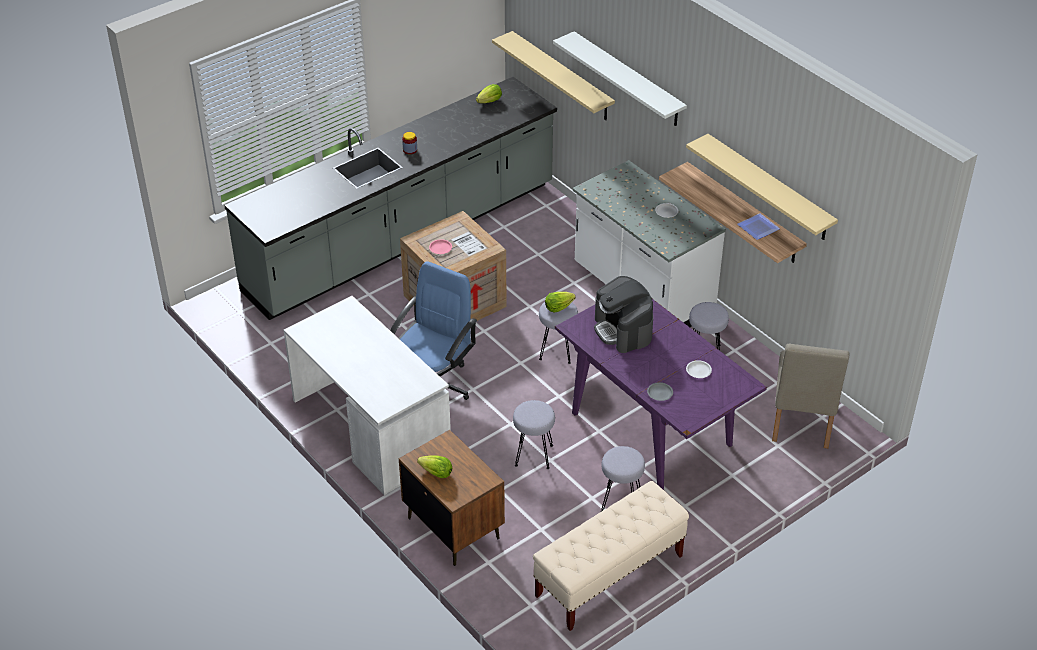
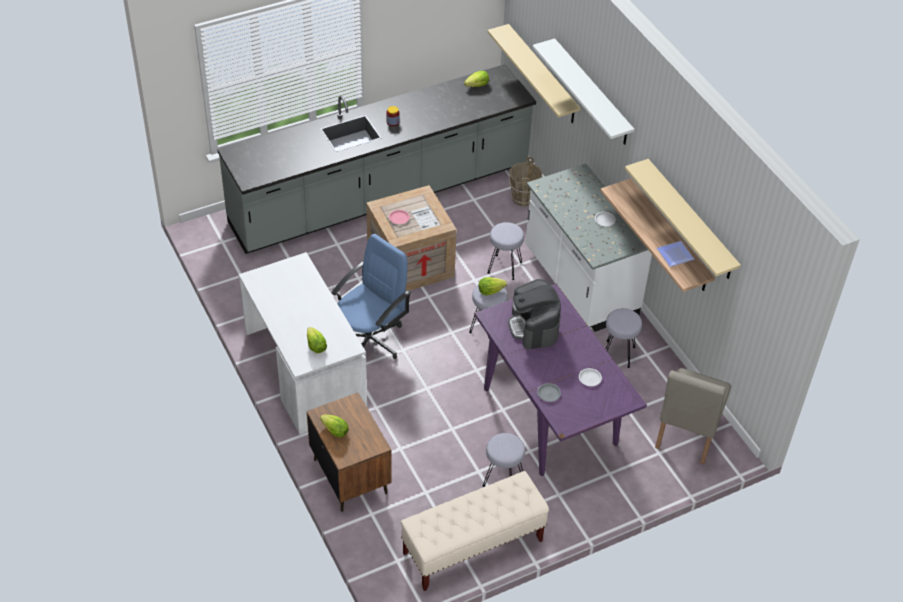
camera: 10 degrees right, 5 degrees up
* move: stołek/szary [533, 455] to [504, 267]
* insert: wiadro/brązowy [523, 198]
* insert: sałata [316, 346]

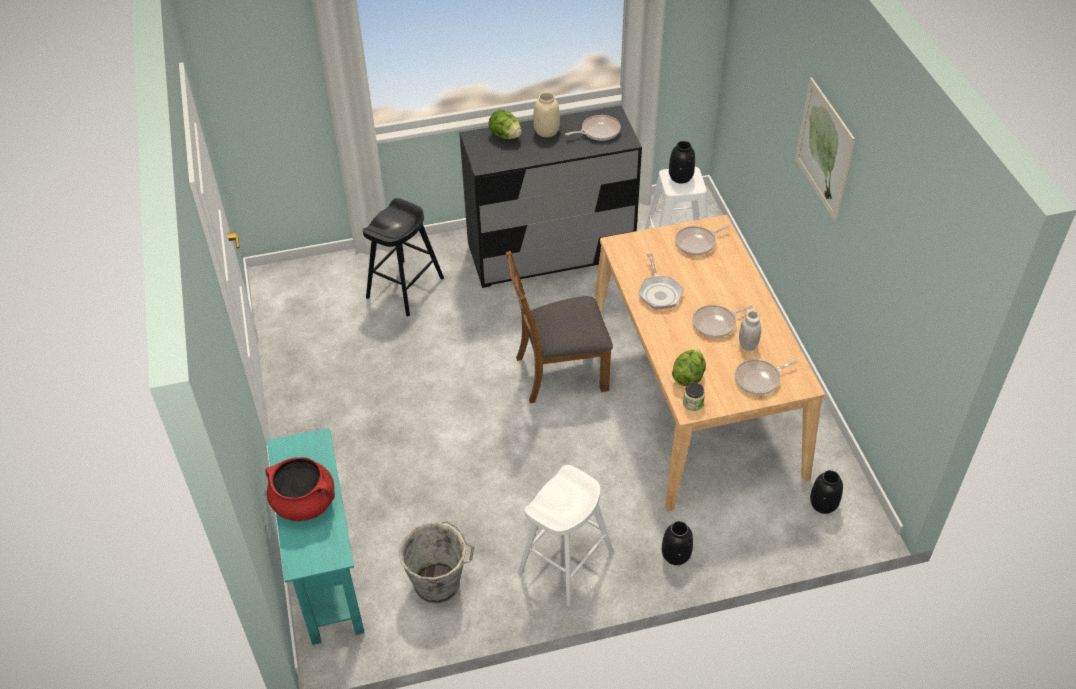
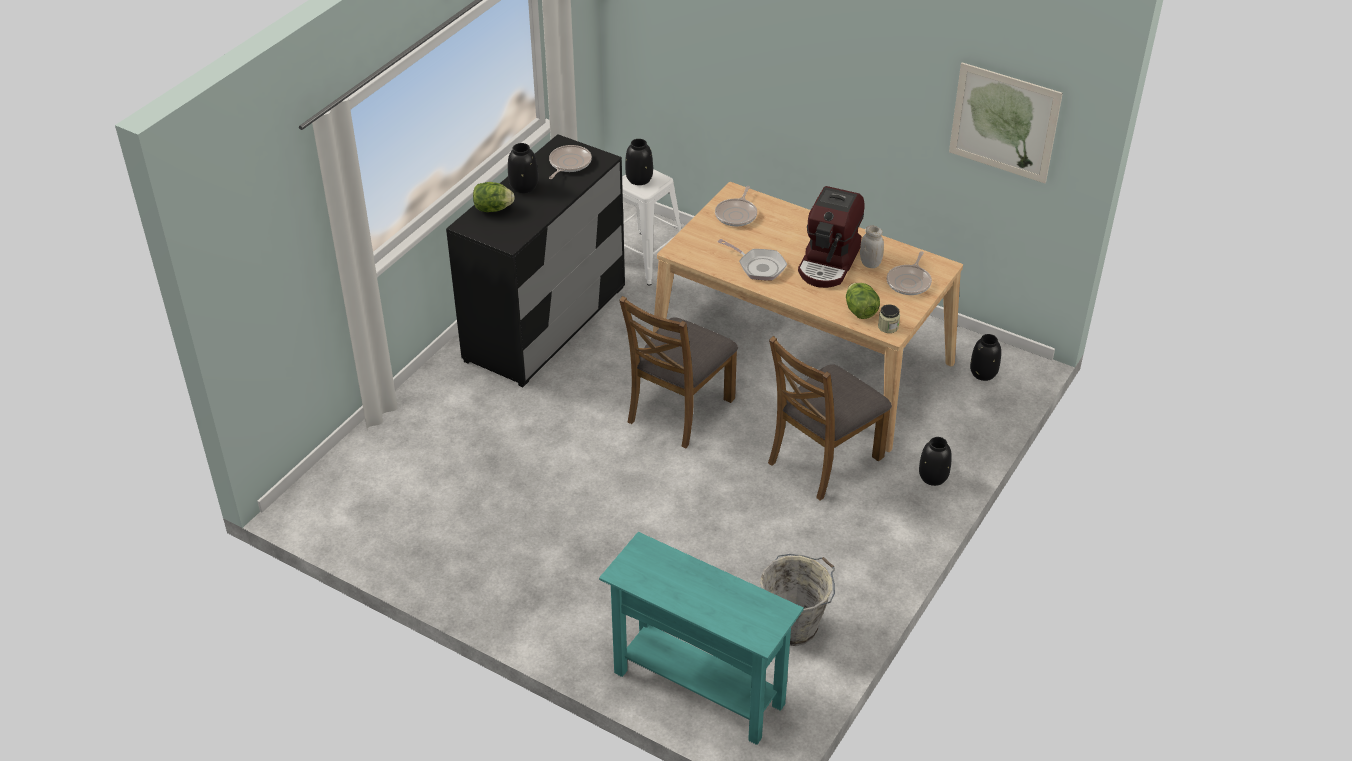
camera: 45 degrees left, 5 degrees down
* move: obraz [824, 149] to [1004, 122]
* recolor: wazon/beżowy [546, 131] to wazon/czarny [523, 186]
* delete: stołek/czarny [405, 287]
* replace: patelnia [716, 324] to ekspres do kawy [829, 263]
* delete: garnek/czerwony [305, 503]
* delete: stołek/biały [566, 562]
* insert: krzesło/brązowy [823, 459]

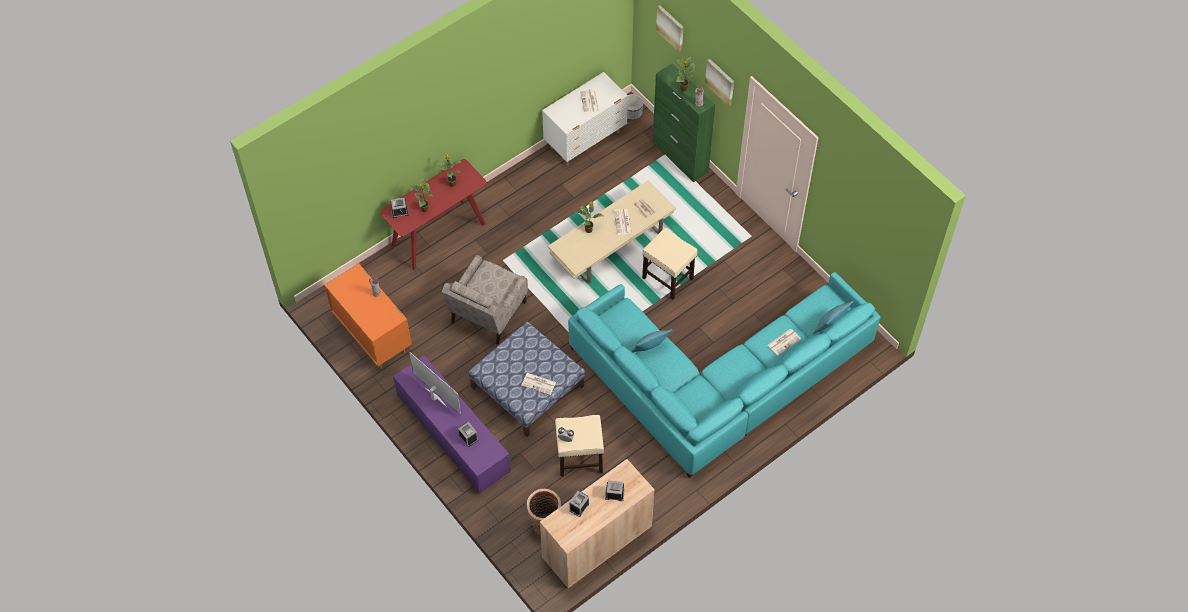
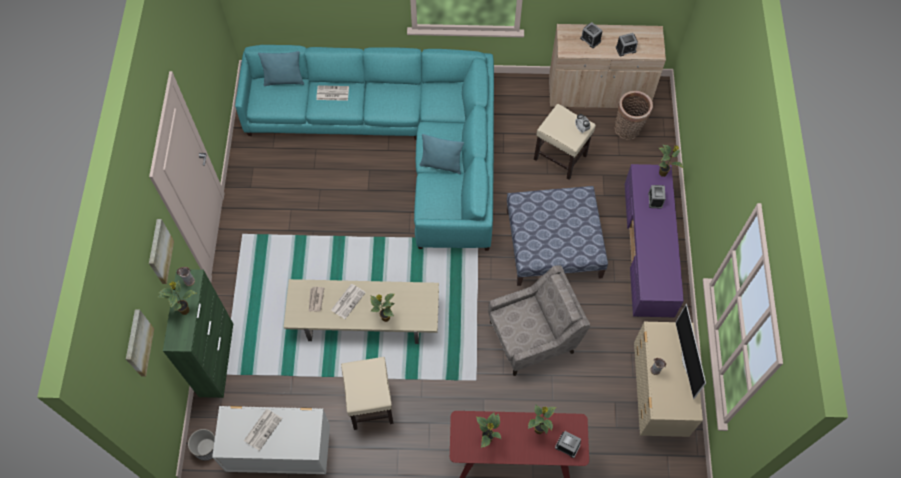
camera: 140 degrees left, 5 degrees up
* move: stołek/beżowy [668, 278] to [370, 403]
* recolor: komoda/pomarańczowy [372, 335] to komoda/beżowy [656, 395]
* move: telewizor [435, 398] to [686, 362]
* delete: gazeta [539, 384]
* insert: roślina doniczkowa [663, 173]

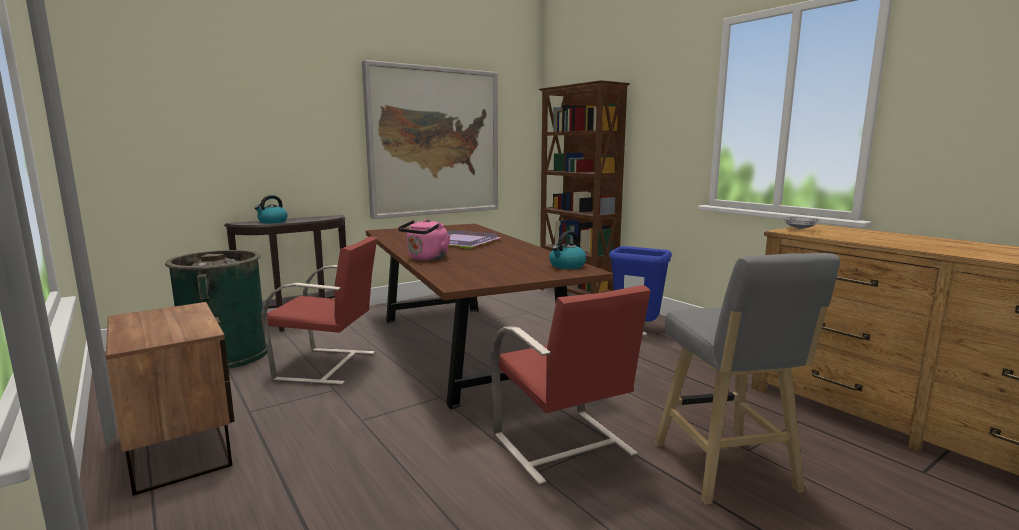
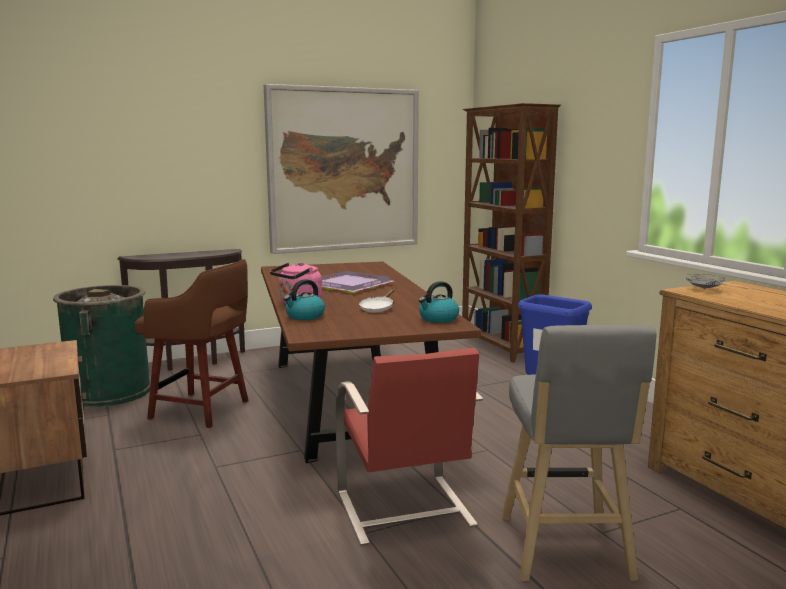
camera: 10 degrees right, 0 degrees up
* move: czajnik [272, 222] to [304, 316]
* replace: krzesło/czerwony [328, 366] to stołek/brązowy [203, 410]
* insert: patelnia/biały [378, 308]

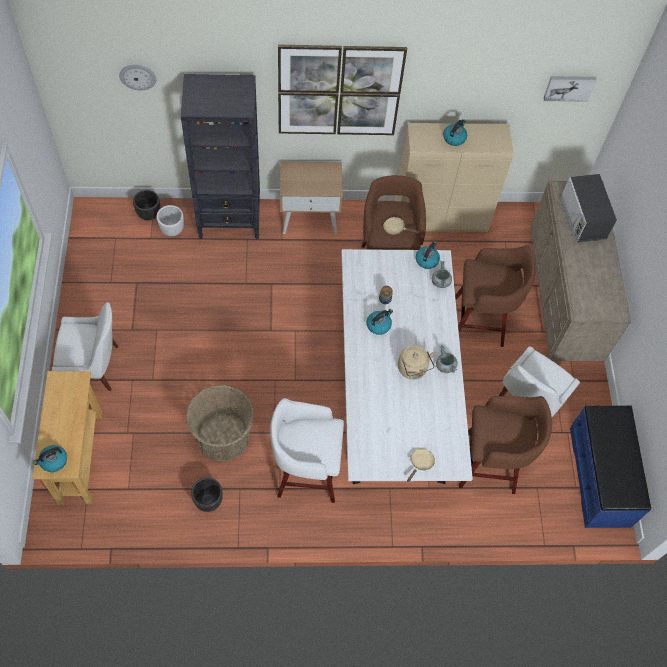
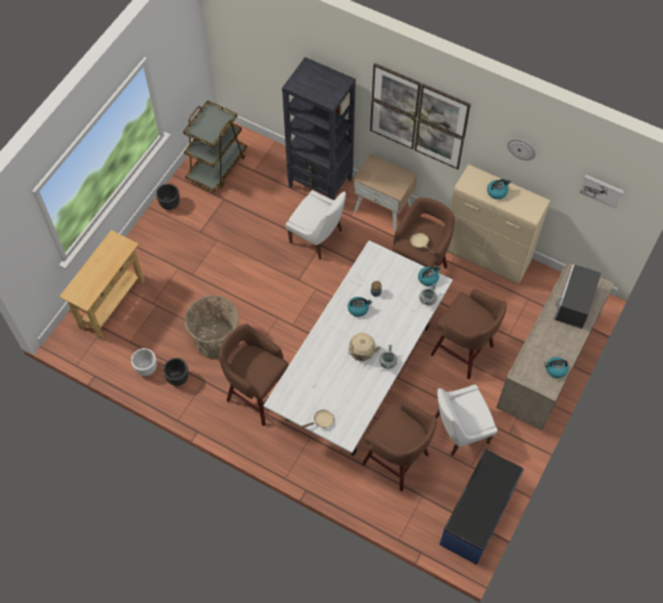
camera: 35 degrees right, 0 degrees up
* move: zegar ścienny [138, 76] to [521, 148]
* move: donica/czarny [148, 214] to [170, 204]
* move: donica/biały [172, 230] to [146, 368]
* move: krzesło/biały [94, 367] to [318, 237]
* recolor: stołek/biały [305, 472] to stołek/brązowy [257, 394]
* move: czajnik [53, 461] to [555, 369]
* insert: wózek/brązowy [217, 167]

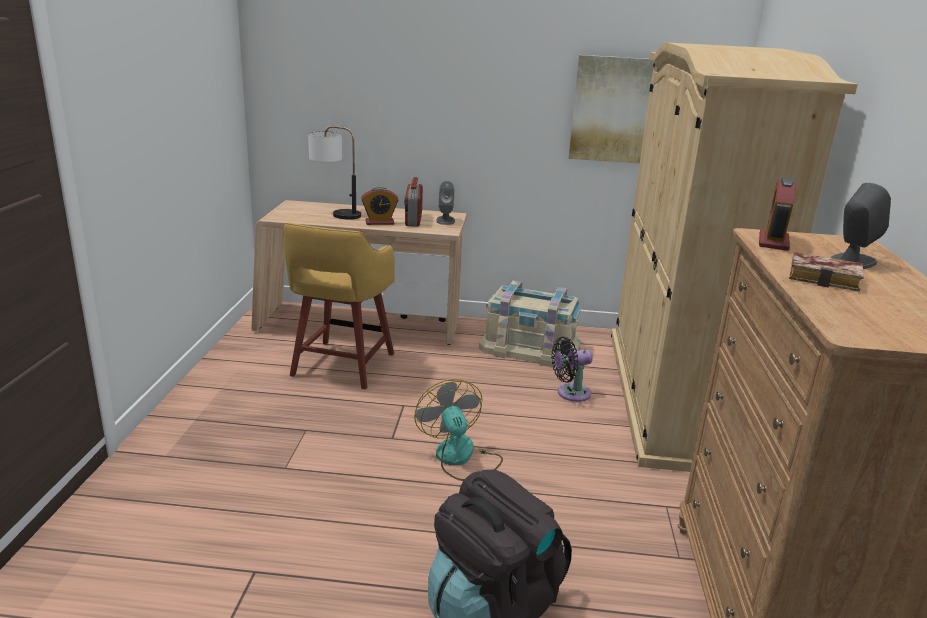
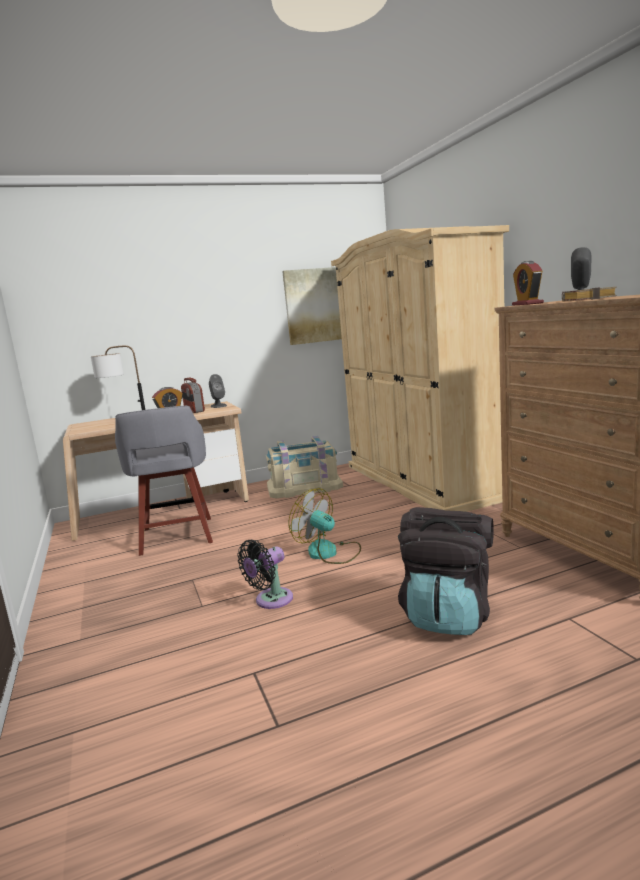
camera: 25 degrees left, 10 degrees down
* recolor: stołek/żółty [341, 366] to stołek/szary [176, 537]
* move: wentylator/czarny [570, 393] to [270, 600]

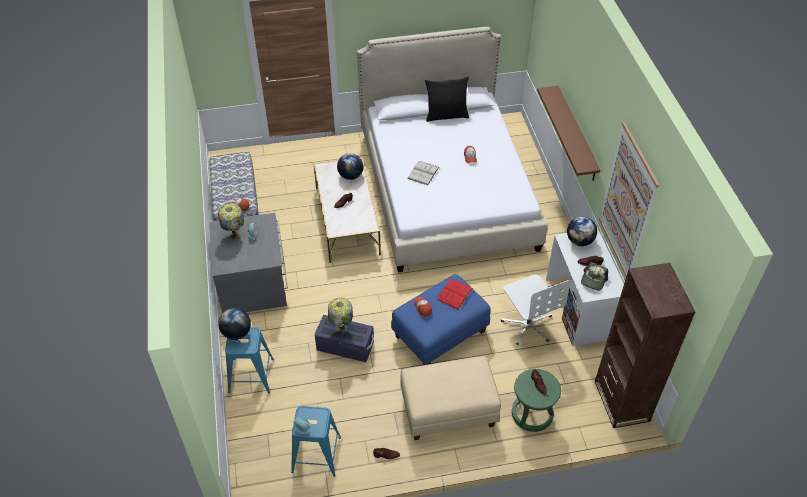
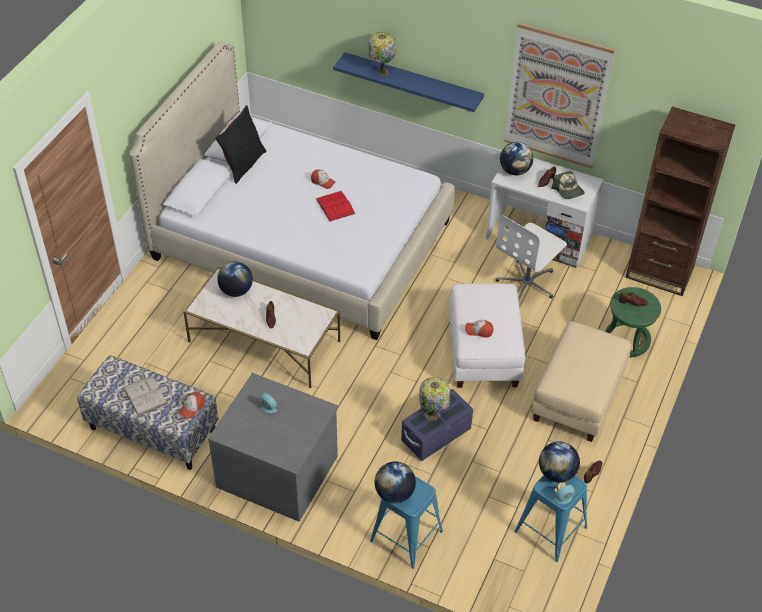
camera: 55 degrees left, 0 degrees up
* recolor: półka/brązowy [576, 134] to półka/niebieski [413, 82]
* move: książka/biały [423, 173] to [145, 395]
* move: lampa stołowa [235, 235] to [381, 71]
* recolor: pufa/niebieski [440, 334] to pufa/biały [484, 352]
* rotate: krzesło biurowe/biały [528, 325] = [527, 283] 120 degrees clockwise
* move: książka/czerwony [454, 294] to [335, 206]
* insert: globus [557, 473]

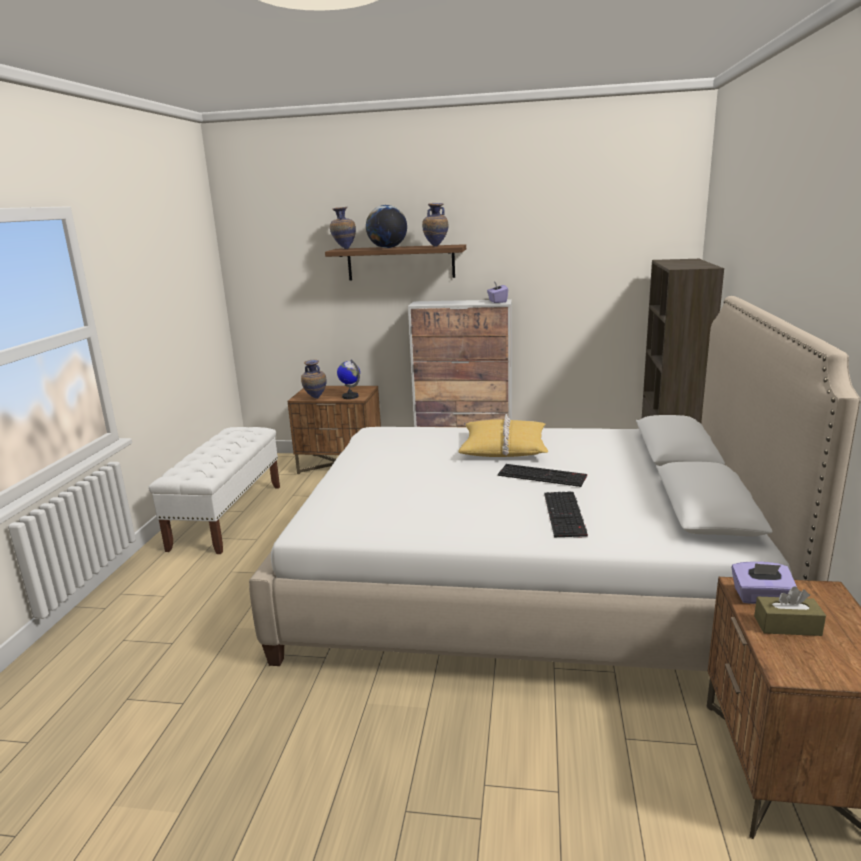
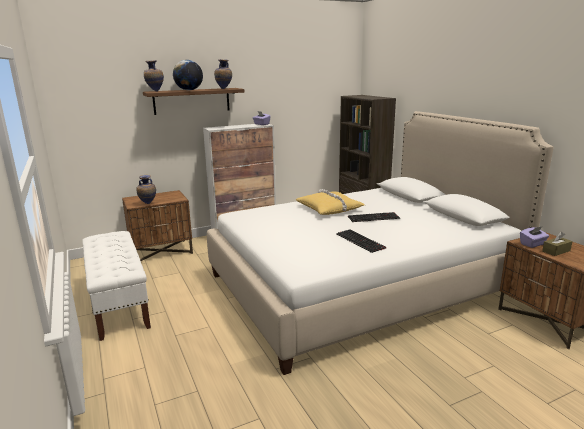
camera: 35 degrees left, 0 degrees up
* delete: globus [350, 396]
* move: klawiatura [566, 515] to [361, 241]

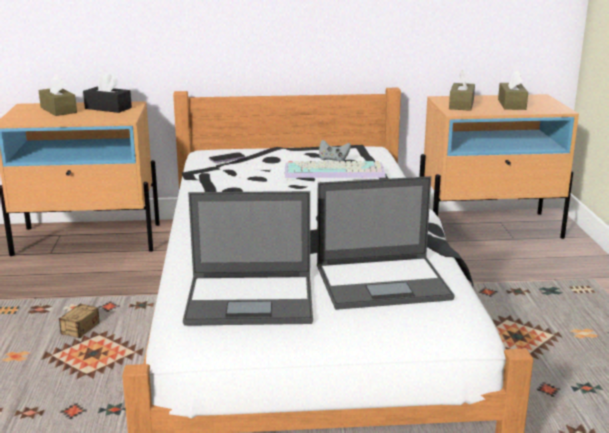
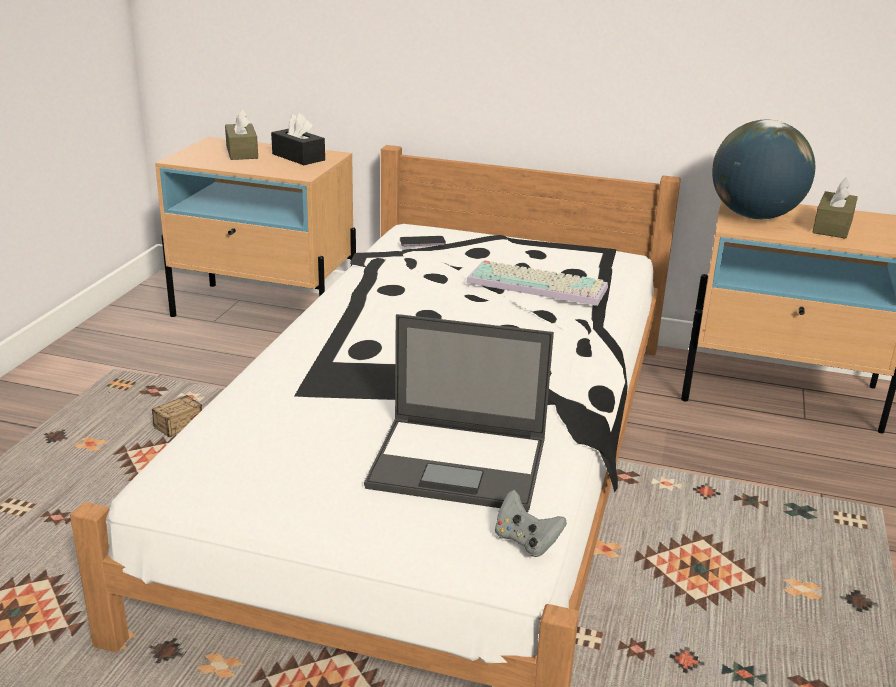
camera: 20 degrees right, 5 degrees up
* replace: pudełko chusteczek/brązowy [461, 105] to globus [755, 216]
* move: pad do gier/szary [333, 160] to [526, 541]
* delete: laptop [252, 300]

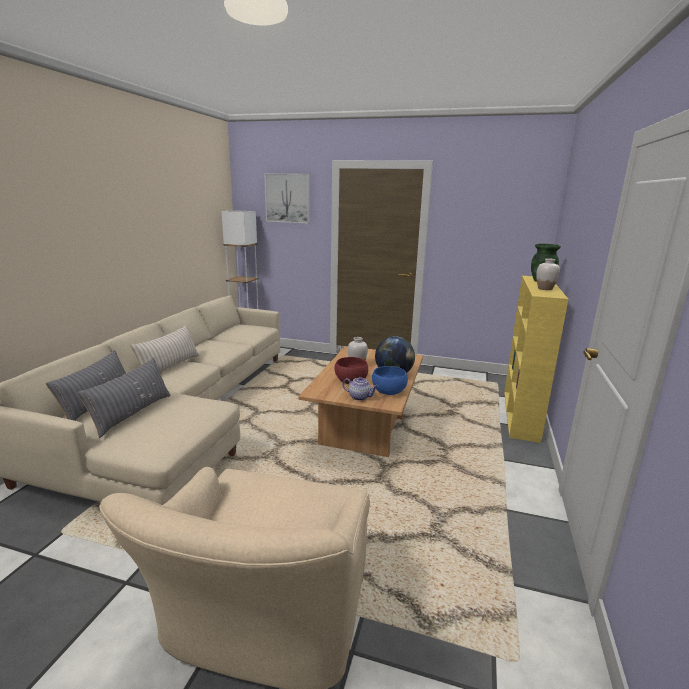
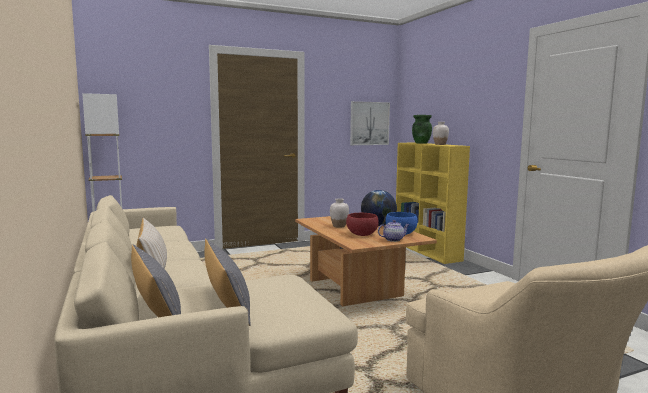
camera: 40 degrees left, 10 degrees down
* move: obraz [287, 198] to [369, 123]

